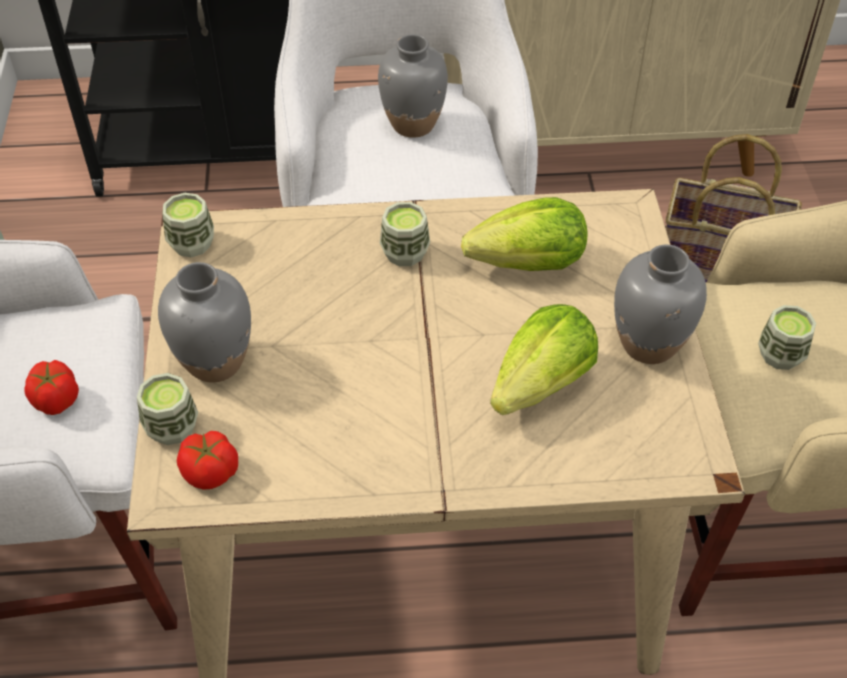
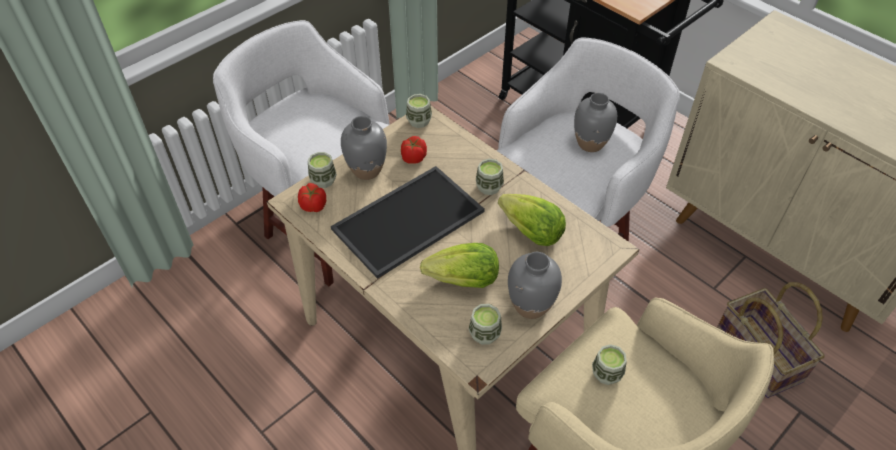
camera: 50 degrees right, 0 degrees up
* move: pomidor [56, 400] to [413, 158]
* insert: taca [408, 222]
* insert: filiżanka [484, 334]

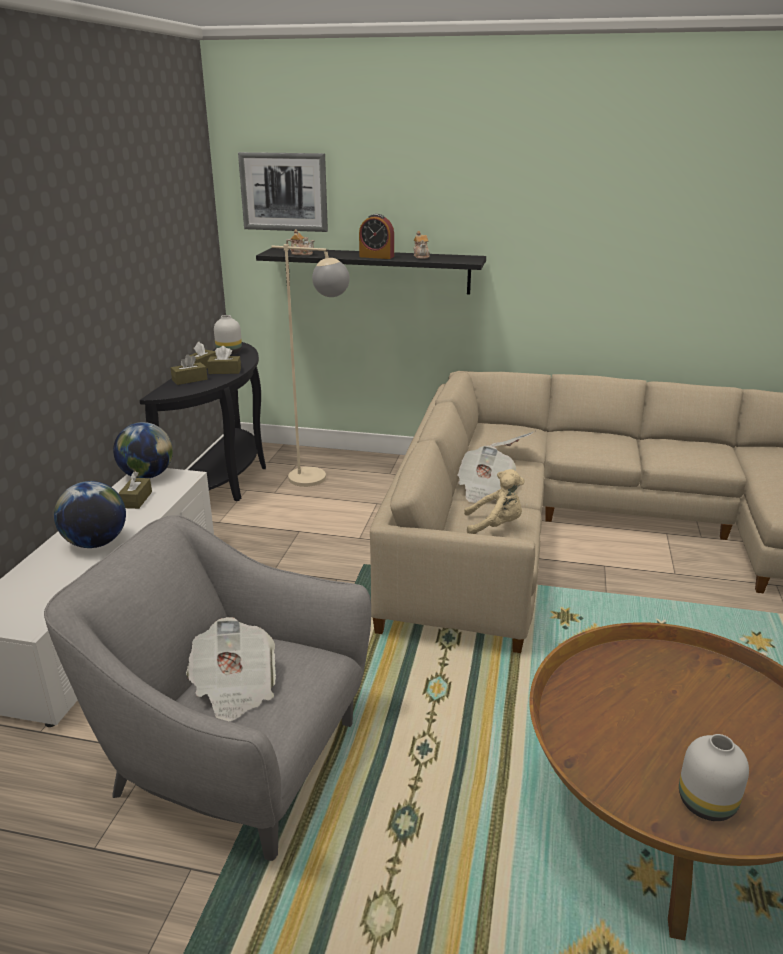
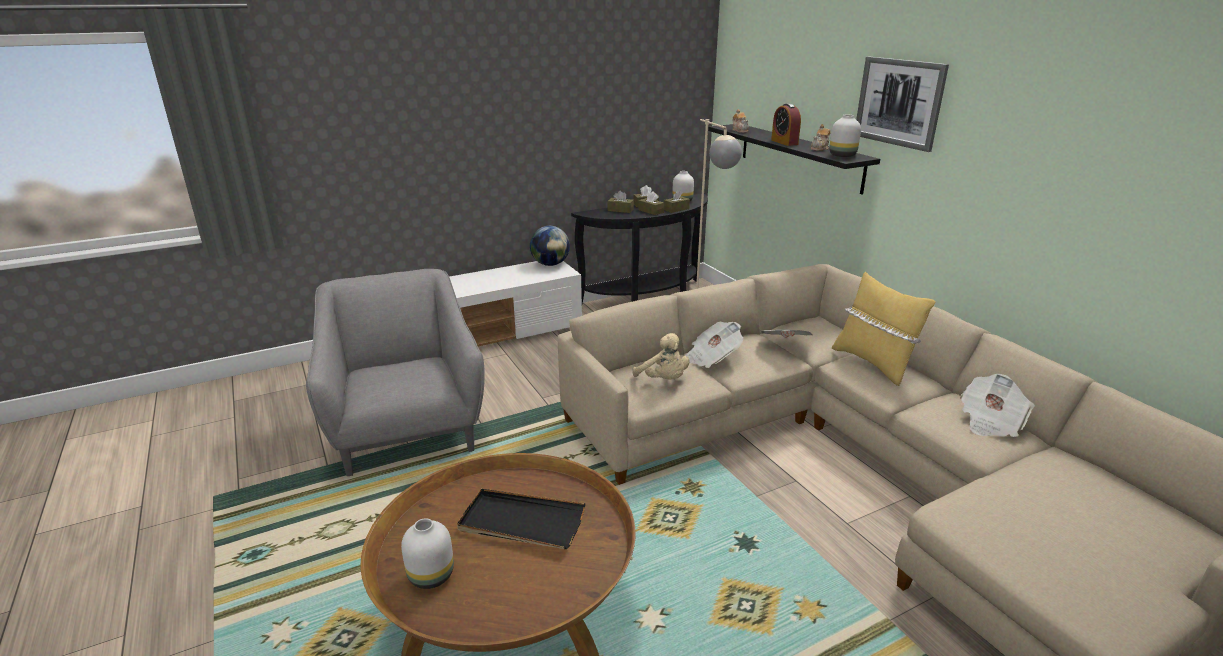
camera: 50 degrees right, 0 degrees up
* move: obraz [284, 192] to [899, 102]
* move: pudełko chusteczek/brązowy [136, 500] to [676, 209]
* delete: globus [96, 543]
* move: gazeta [234, 688] to [990, 421]
* insert: wazon/biały [842, 155]
* insert: poduszka/żółty [873, 363]
* insert: taca/czarny [521, 522]

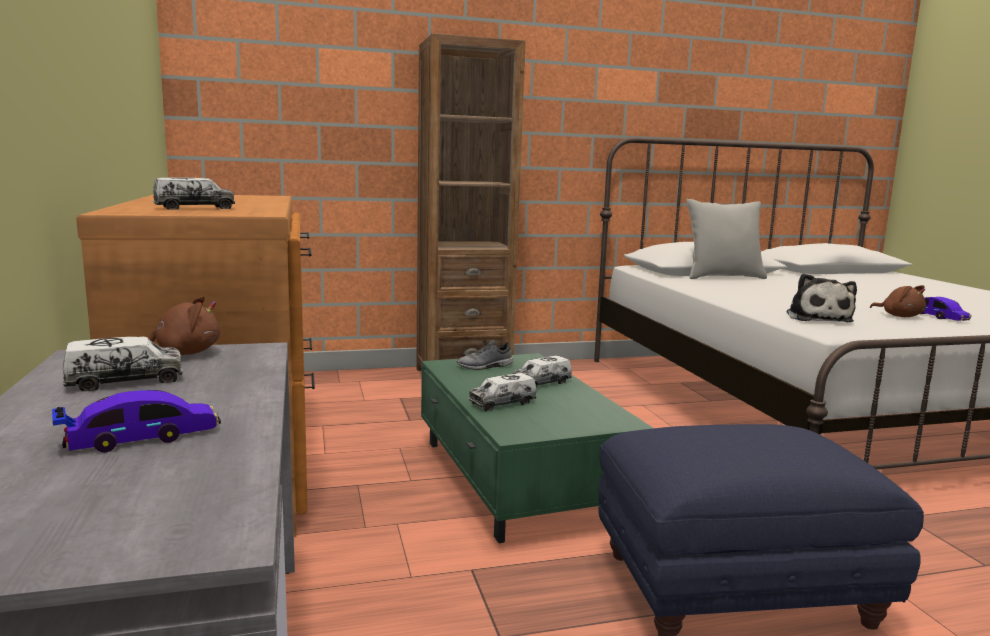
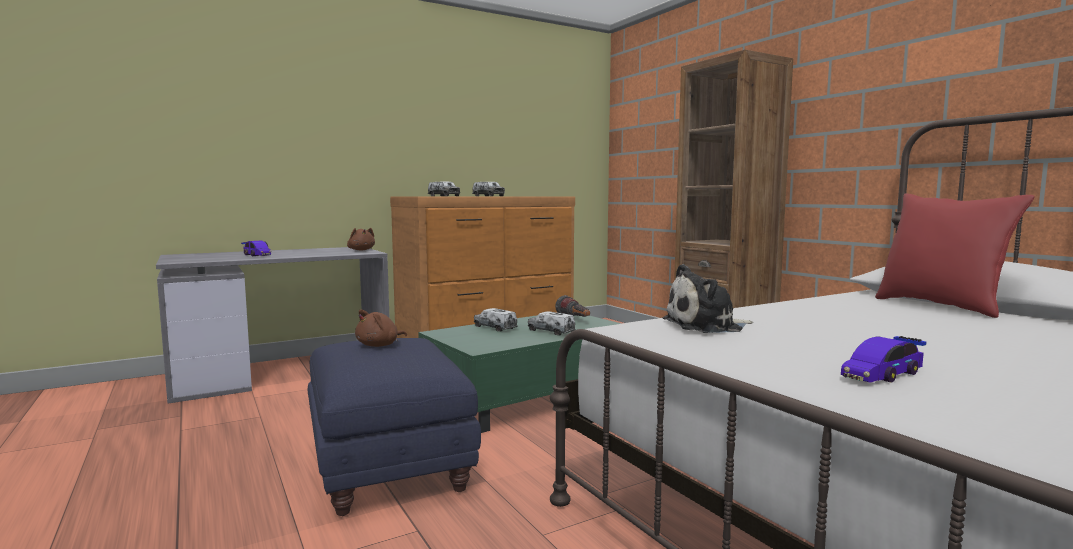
camera: 75 degrees right, 5 degrees down
* recolor: poduszka/szary [722, 277] to poduszka/czerwony [941, 306]
* move: pluszak/brązowy [899, 316] to [380, 345]
* move: ciężarówka zabawkowa [125, 381] to [488, 196]
* replace: but/szary [485, 366] to latarka [575, 320]

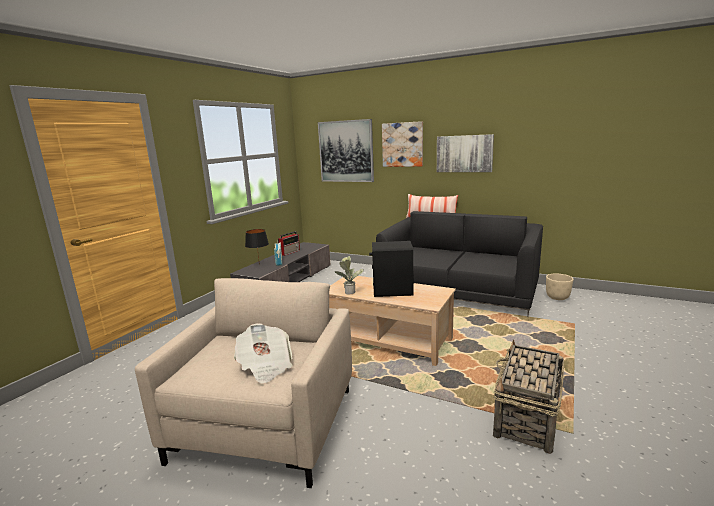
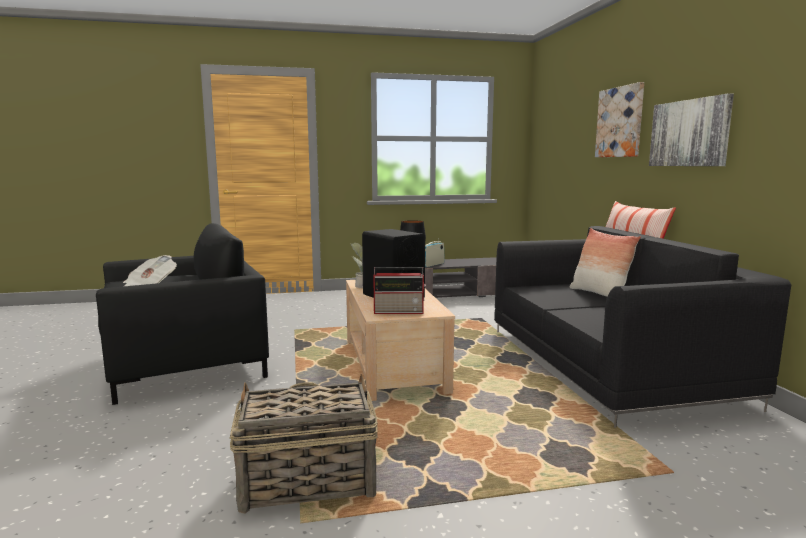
camera: 50 degrees right, 5 degrees down
* delete: obraz [346, 151]
* move: radio [290, 252] to [400, 311]
* delete: donica/beżowy [557, 297]
* recolor: fotel/beżowy [266, 424] to fotel/czarny [187, 365]
* insert: poduszka [599, 294]

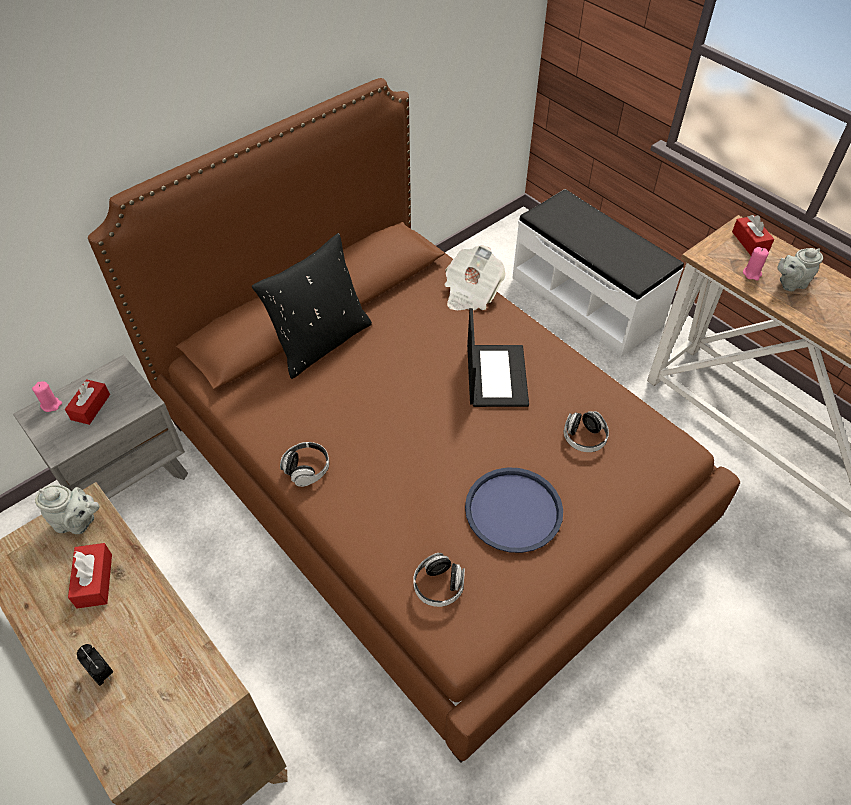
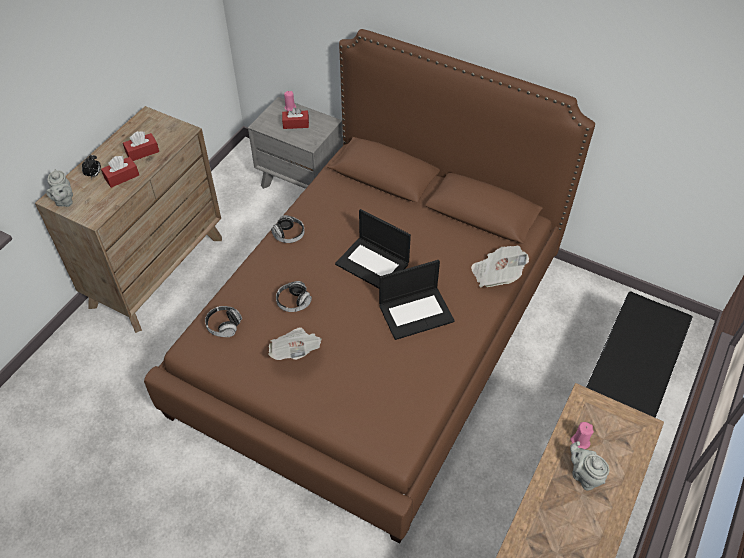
camera: 70 degrees right, 0 degrees up
* move: pudełko chusteczek/czerwony [750, 242] to [122, 177]
* delete: poduszka/czarny [321, 341]
* move: słuchawki [584, 438] to [293, 302]
* replace: taca/niebieski [513, 510] to gazeta [295, 352]
* move: imbryk/szary [78, 522] to [64, 201]
* insert: laptop [373, 264]

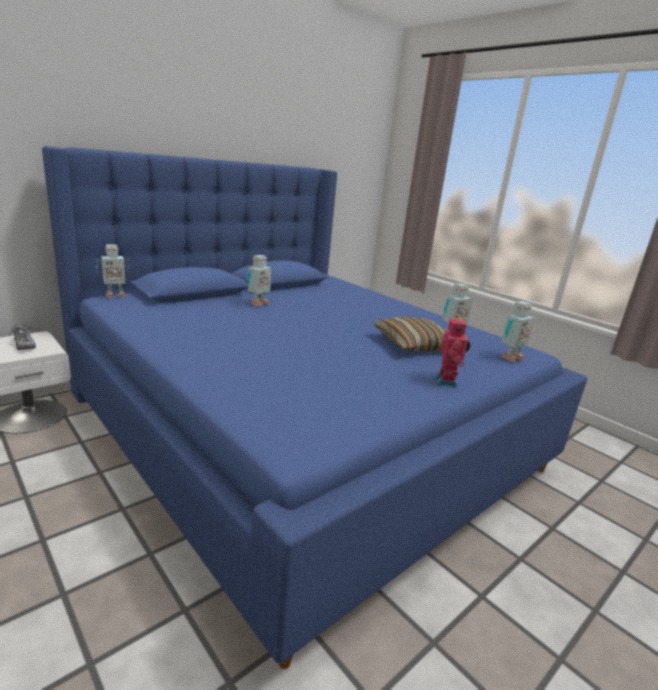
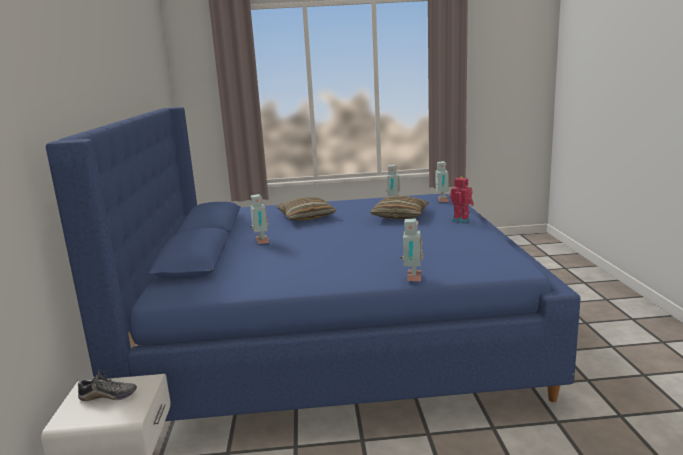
camera: 50 degrees left, 5 degrees down
* move: robot zabawkowy [115, 295] to [412, 278]
* insert: poduszka [306, 217]

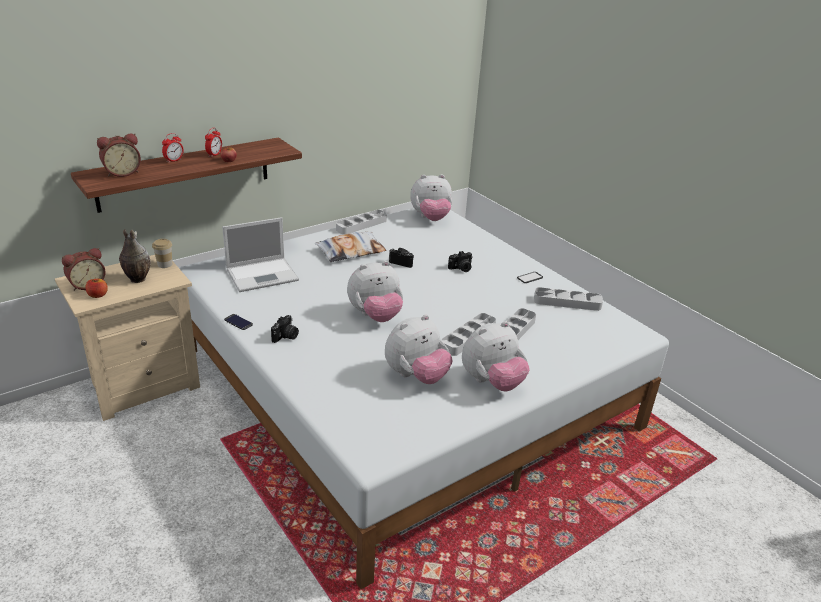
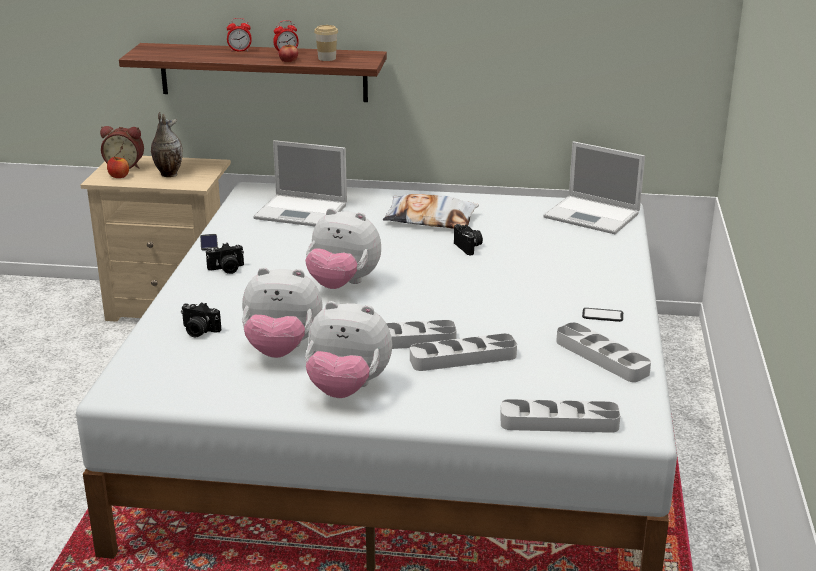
camera: 45 degrees right, 5 degrees down
* delete: budzik [122, 173]
* replace: pluszak [430, 218] to laptop [593, 215]
* move: taca/szary [361, 225] to [559, 422]
* move: filiżanka [165, 264] to [327, 58]
* move: aparat fotograficzny [461, 269] to [199, 331]

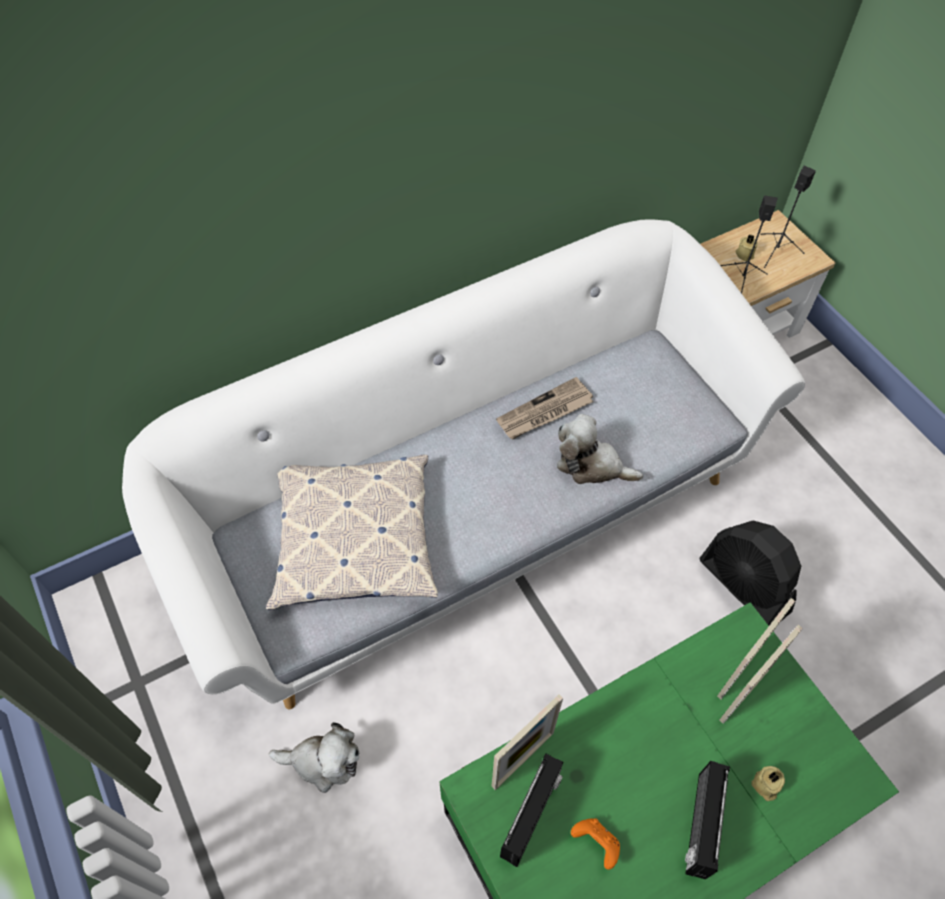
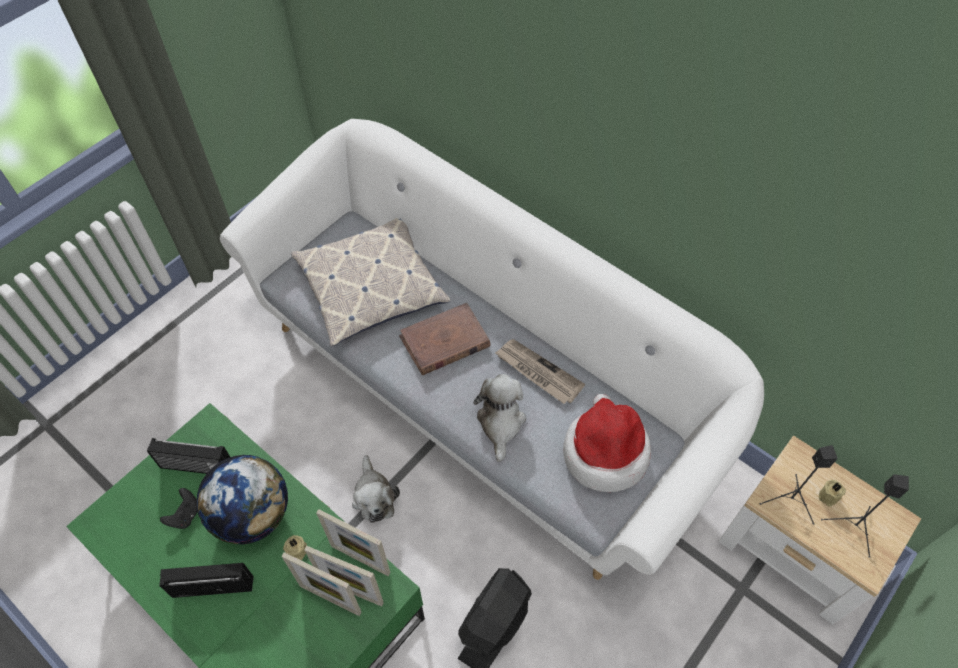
camera: 70 degrees right, 0 degrees up
* move: ramka na zdjęcie [523, 759] to [360, 559]
* move: pluszak [323, 761] to [374, 496]
* move: świeca/beżowy [765, 786] to [296, 551]
* recolor: pad do gier/pomarańczowy [596, 843] to pad do gier/czarny [185, 515]
* insert: książka/brązowy [444, 342]
* insert: kapelusz [604, 452]
* insert: globus [253, 515]

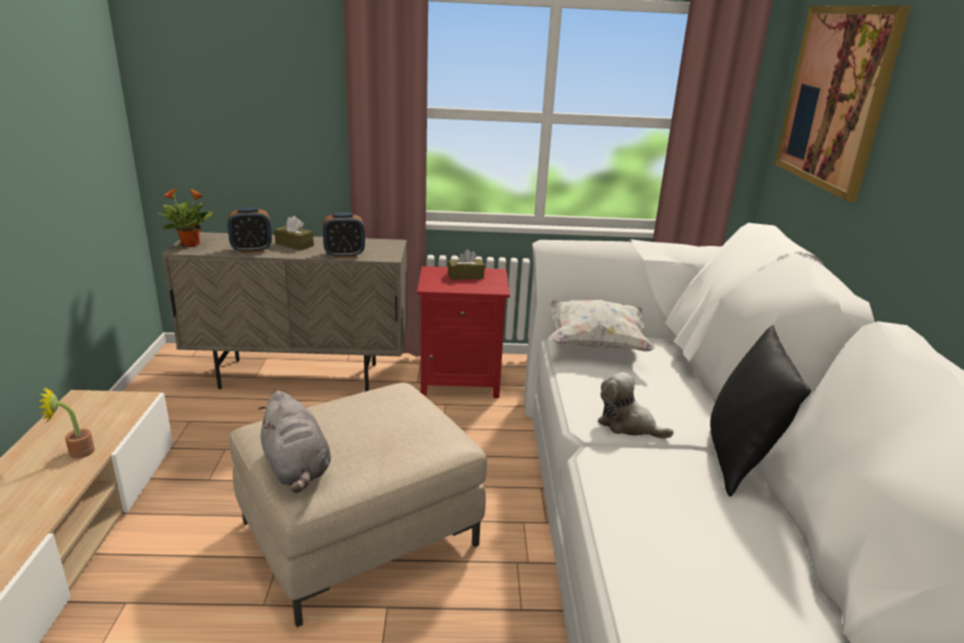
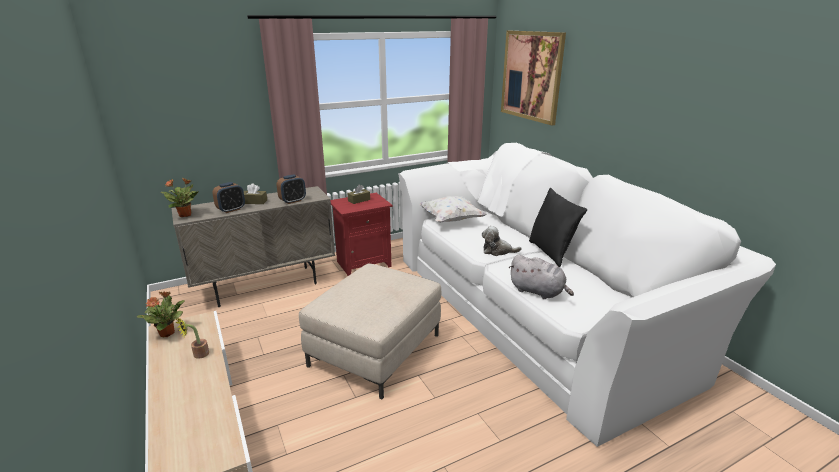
camera: 25 degrees left, 0 degrees up
* move: pluszak/szary [296, 468] to [538, 292]
* insert: roślina doniczkowa [167, 333]

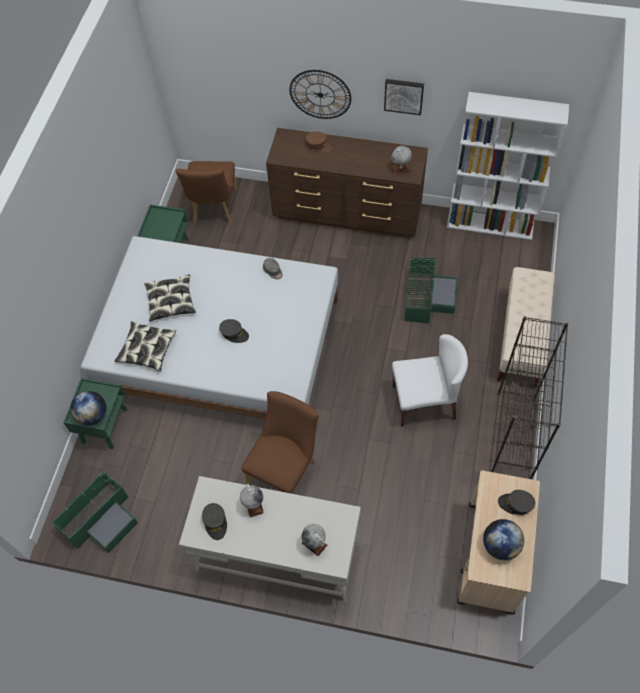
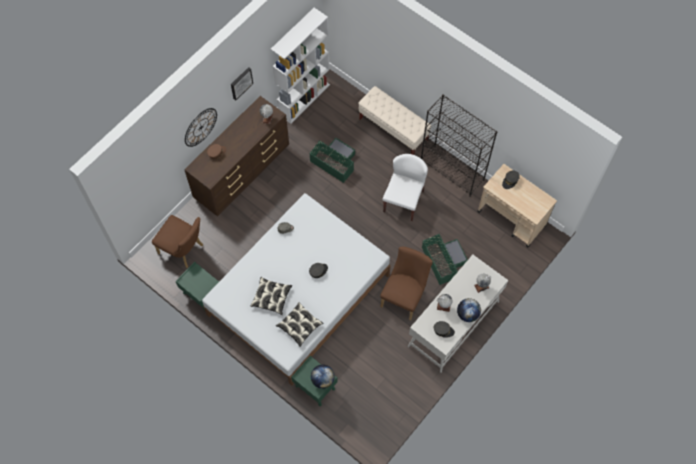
camera: 65 degrees left, 5 degrees up
* rotate: krzesło/brązowy [285, 469] = [404, 295] 60 degrees clockwise
* move: pojemnik do przechowywania/zielony [101, 518] to [443, 260]
* move: globus [500, 545] to [467, 314]

